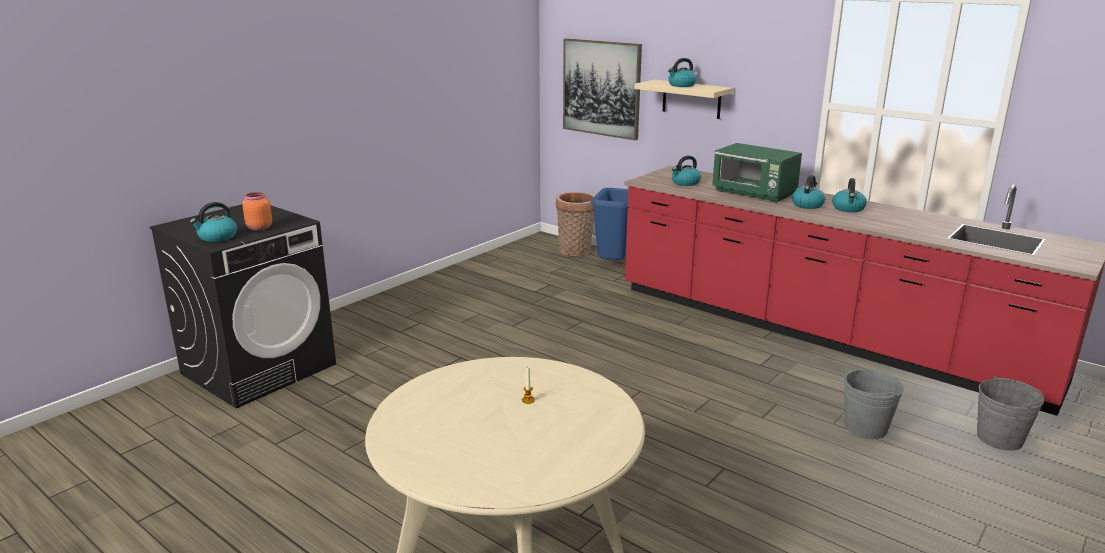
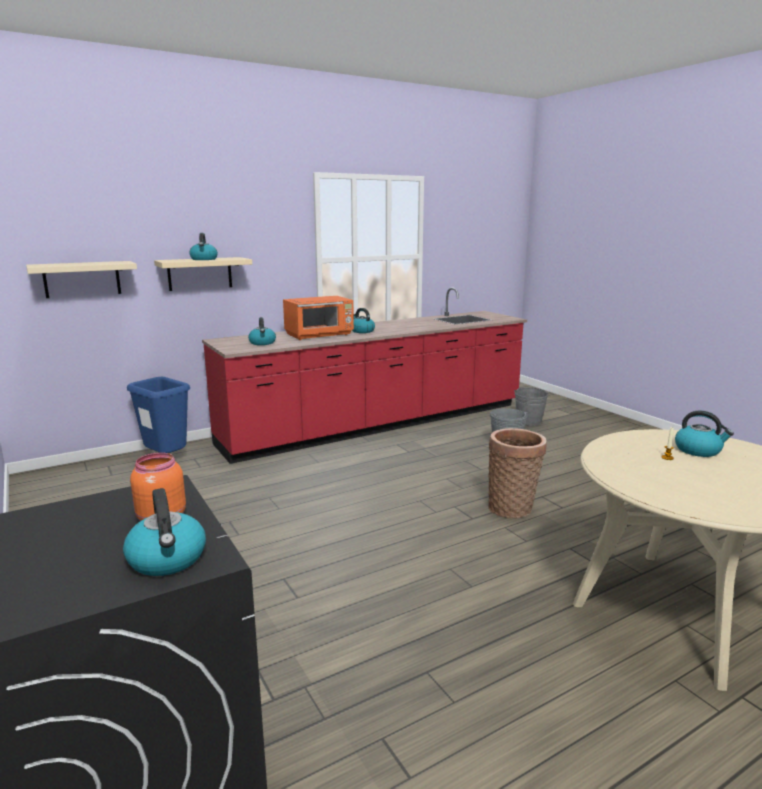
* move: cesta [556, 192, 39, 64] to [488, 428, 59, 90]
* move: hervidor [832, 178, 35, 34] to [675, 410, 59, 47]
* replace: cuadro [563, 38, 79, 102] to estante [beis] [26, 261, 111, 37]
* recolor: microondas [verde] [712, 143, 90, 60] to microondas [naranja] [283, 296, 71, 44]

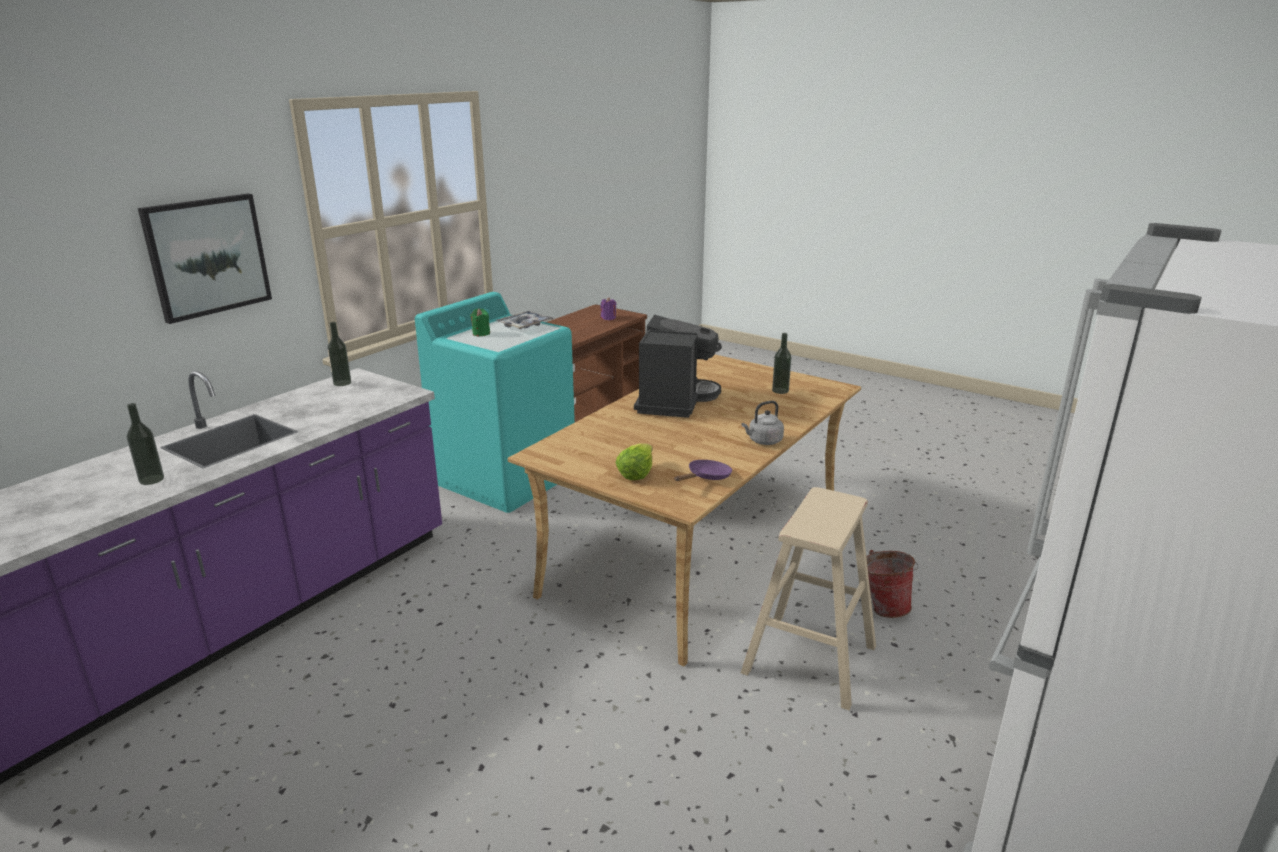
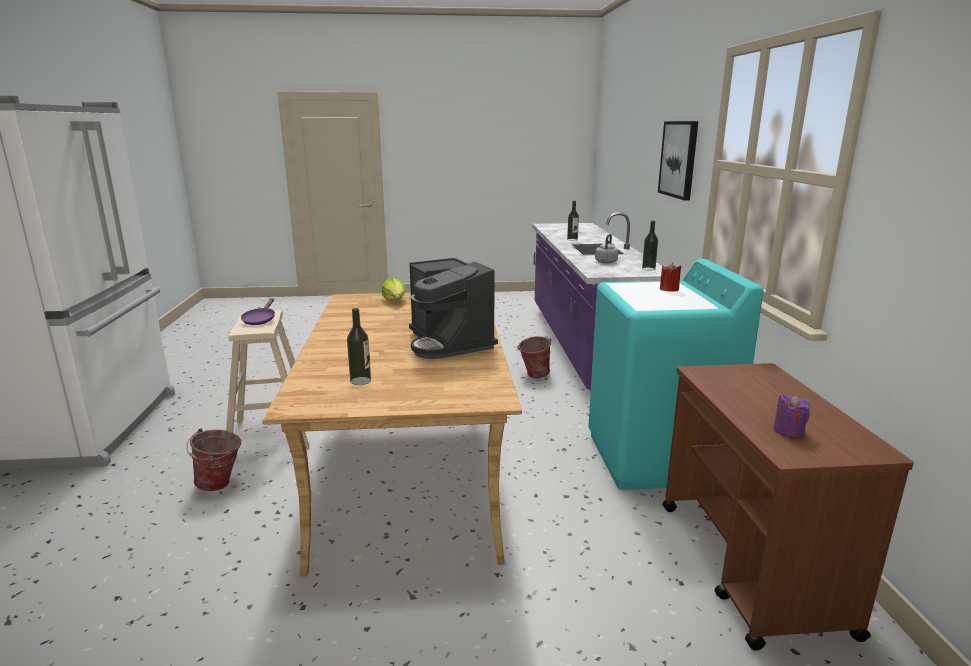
* delete: bandeja [496, 311, 58, 18]
* insert: cubo [517, 336, 34, 42]
* move: sartén [morado] [674, 460, 58, 21] to [241, 298, 34, 27]
* move: hervidor [gris] [742, 401, 42, 44] to [595, 234, 23, 29]
* recolor: vela [verde] [470, 308, 20, 28] to vela [rojo] [660, 262, 21, 30]

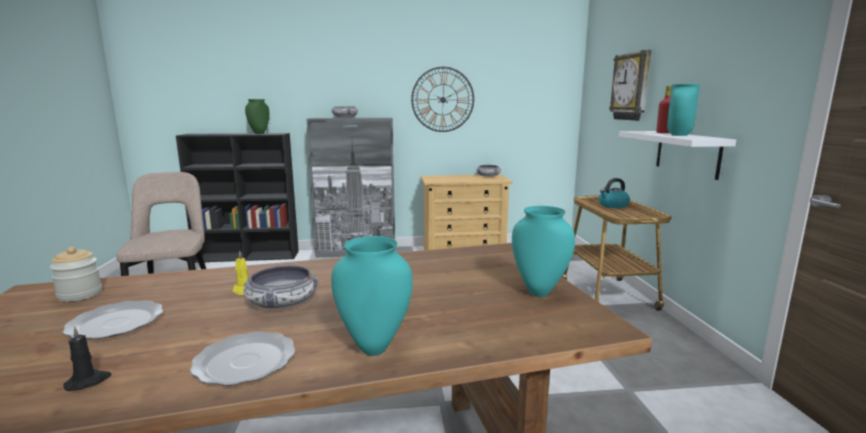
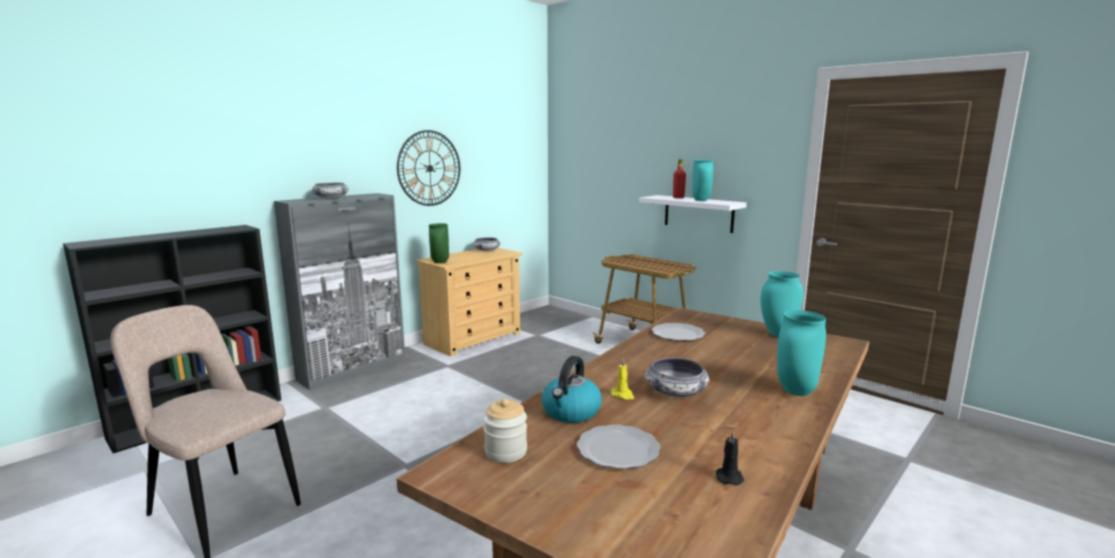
* delete: reloj de pared [609, 50, 43, 71]
* move: plato [190, 331, 106, 55] to [652, 323, 53, 18]
* move: florero [verde] [245, 99, 24, 35] to [429, 223, 20, 40]
* move: hervidor [599, 178, 31, 30] to [541, 356, 61, 67]

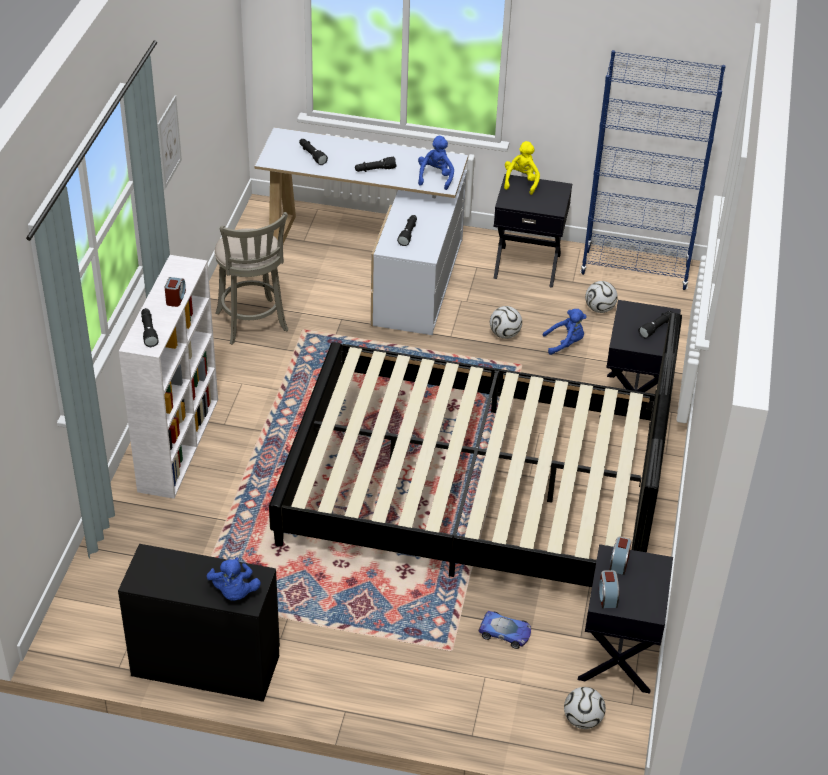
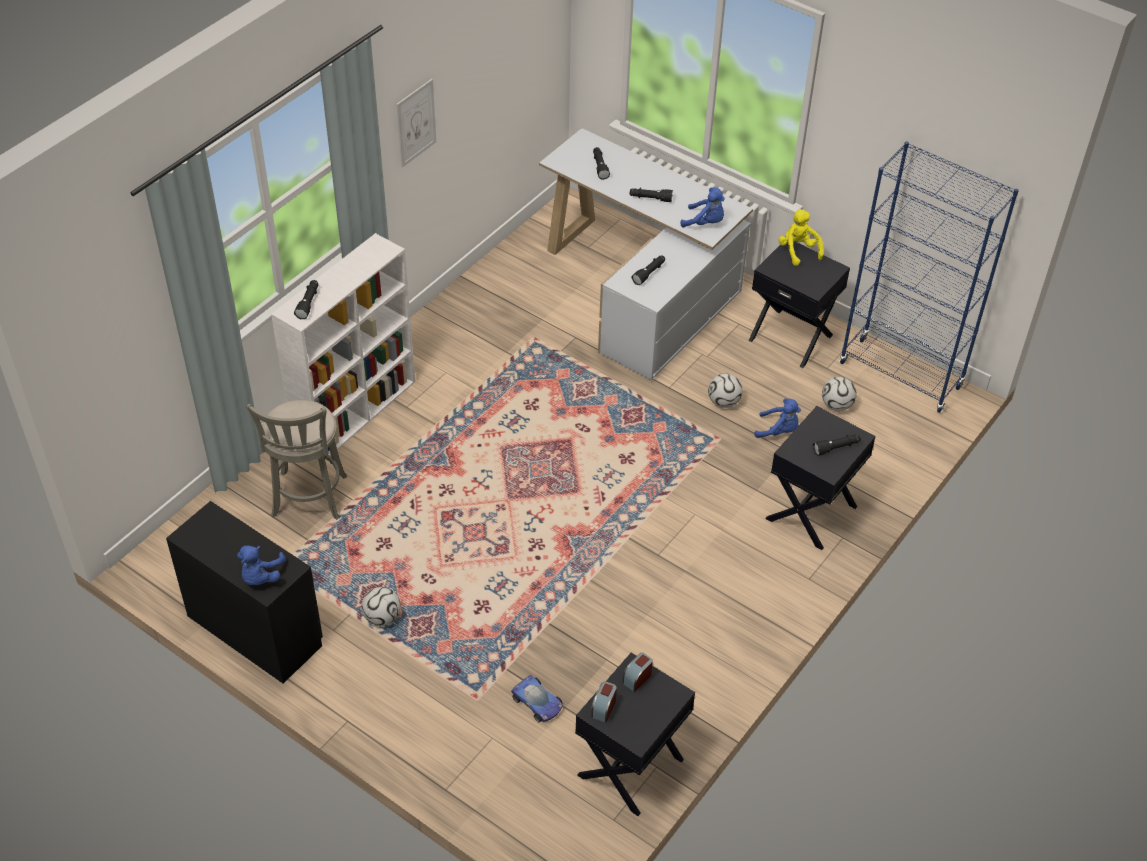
* delete: despertador [165, 277, 21, 30]
* delete: cama [negro] [269, 313, 413, 274]
* move: taburete [gris] [214, 212, 74, 132] to [246, 400, 102, 120]
* move: balón de fútbol [564, 687, 42, 42] to [362, 587, 39, 39]
* rotate: peluche [azul] [418, 136, 36, 54] = [680, 188, 45, 39] 75 degrees clockwise
* rotate: peluche [amarillo] [504, 141, 36, 54] = [778, 209, 45, 57] 60 degrees counterclockwise

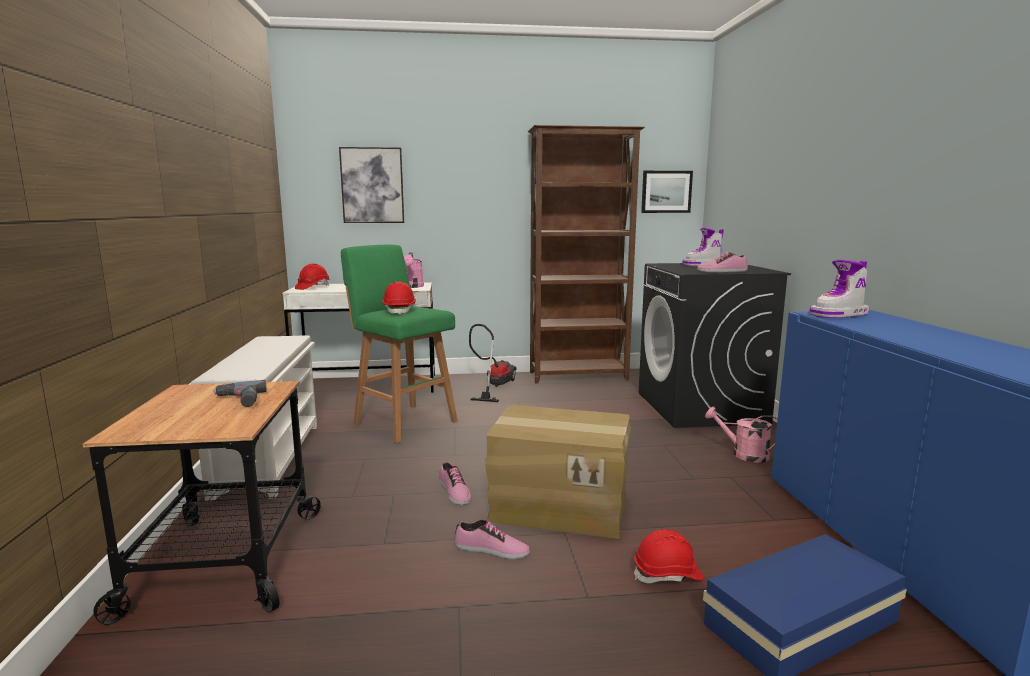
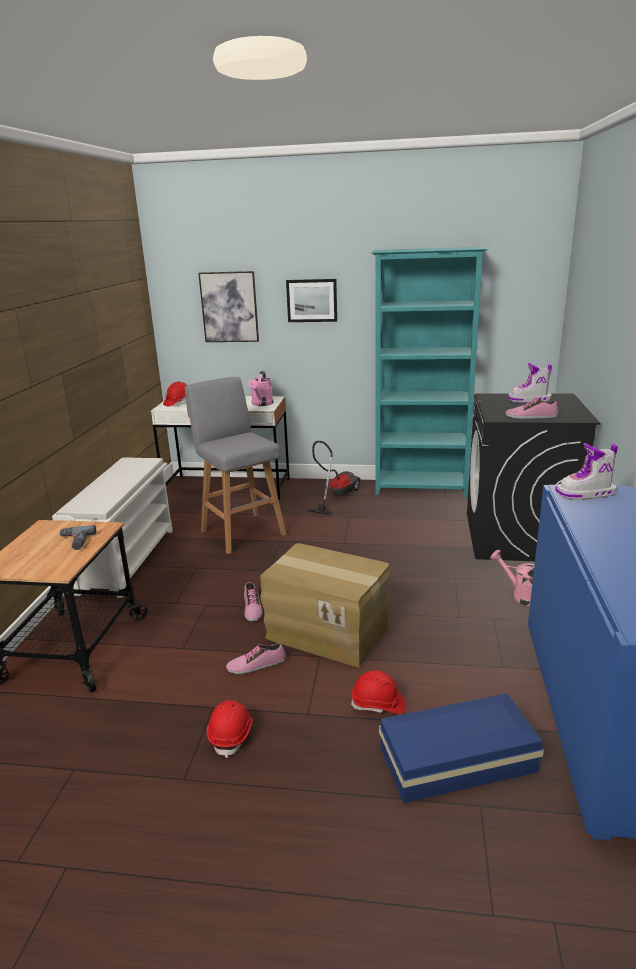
* move: casco [rojo] [382, 282, 34, 33] to [207, 700, 46, 58]
* move: cuadro [641, 171, 52, 42] to [286, 279, 51, 43]
* recolor: taburete [verde] [341, 245, 117, 198] to taburete [gris] [185, 377, 101, 177]
* recolor: estantería [marrón] [528, 125, 117, 258] to estantería [turquesa] [372, 247, 115, 250]
* rotate: zapato [454, 520, 76, 39] = [226, 643, 60, 31] 135 degrees clockwise

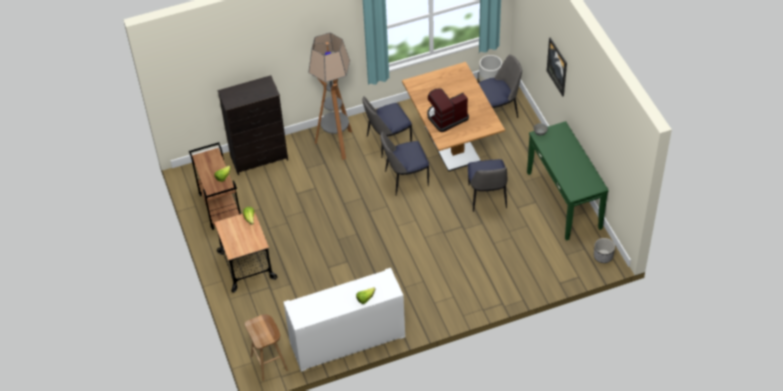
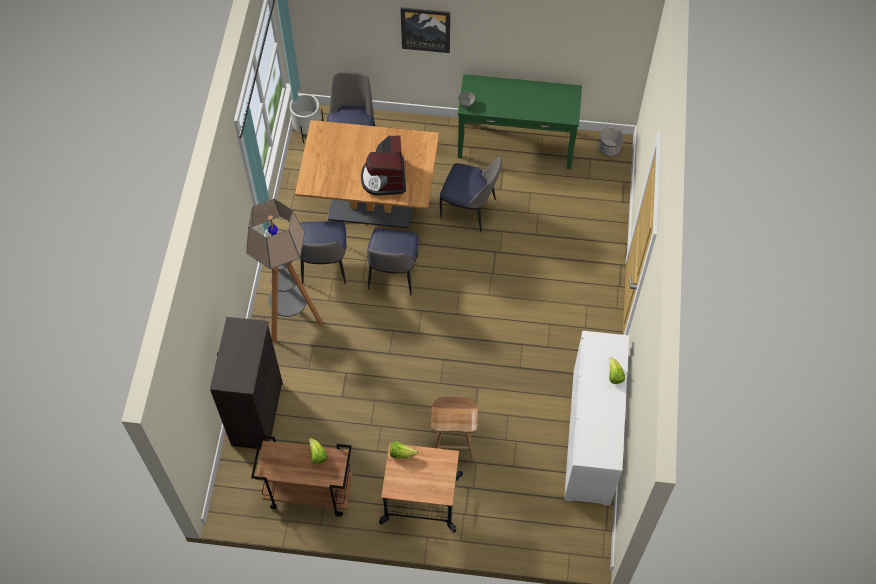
* move: taburete [marrón] [245, 314, 43, 67] to [431, 397, 47, 64]

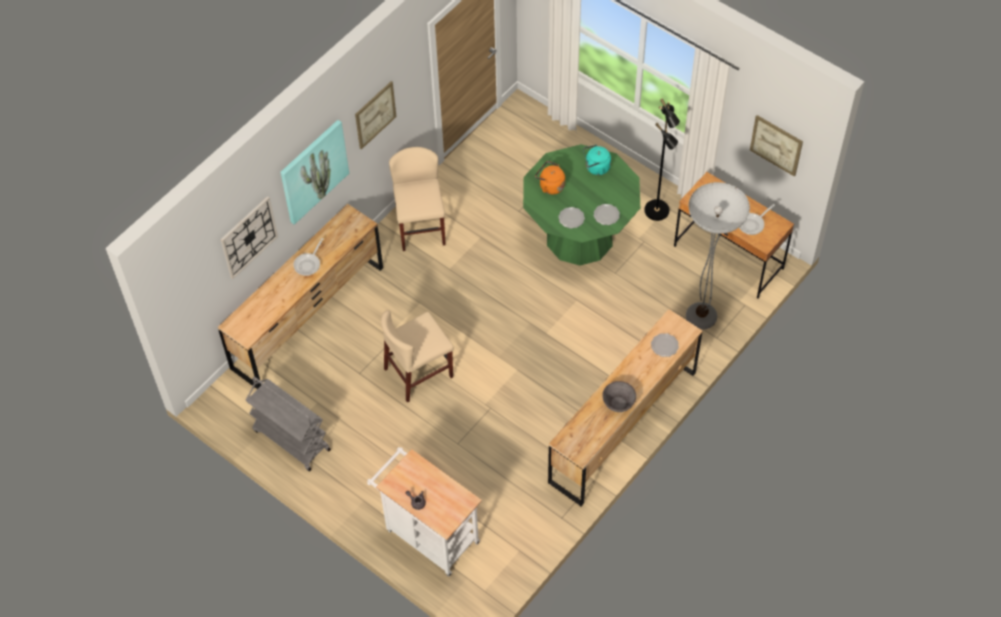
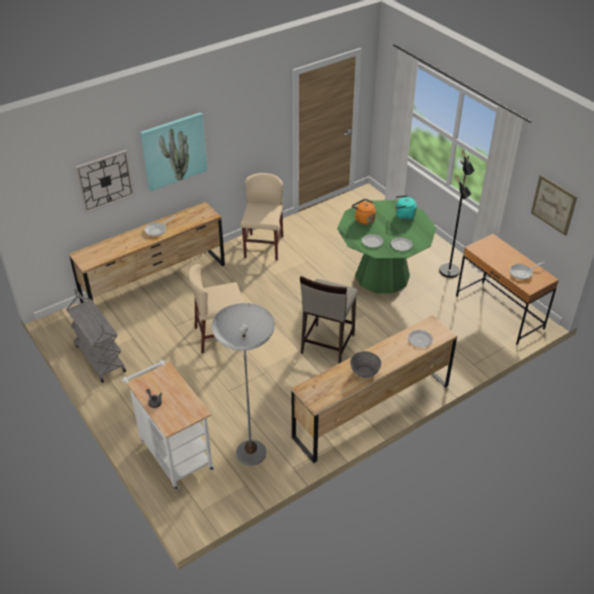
* delete: cuadro [355, 81, 41, 69]
* insert: taburete [beis] [300, 276, 58, 88]
* move: lámpara de pie [686, 182, 64, 148] to [211, 303, 64, 163]

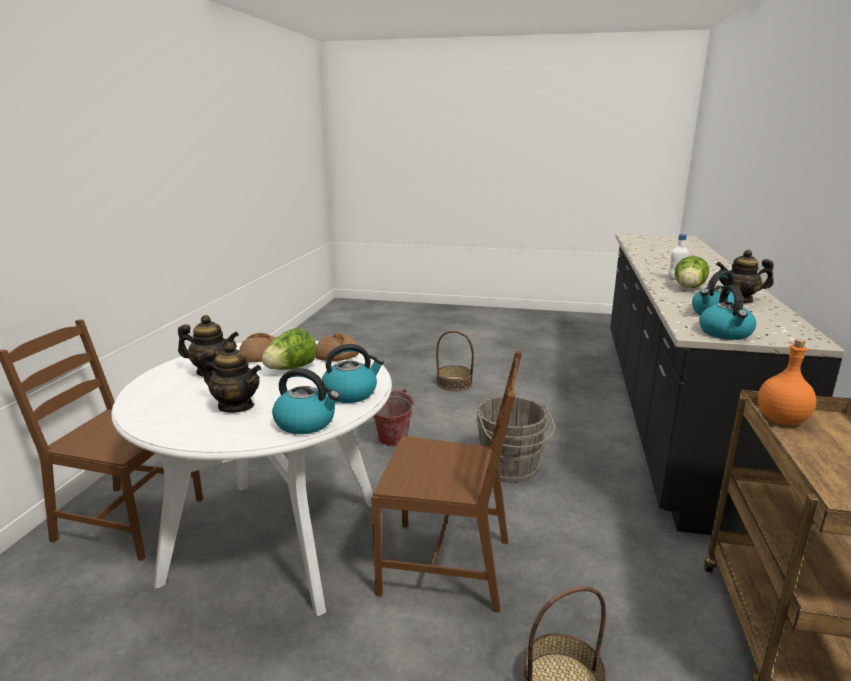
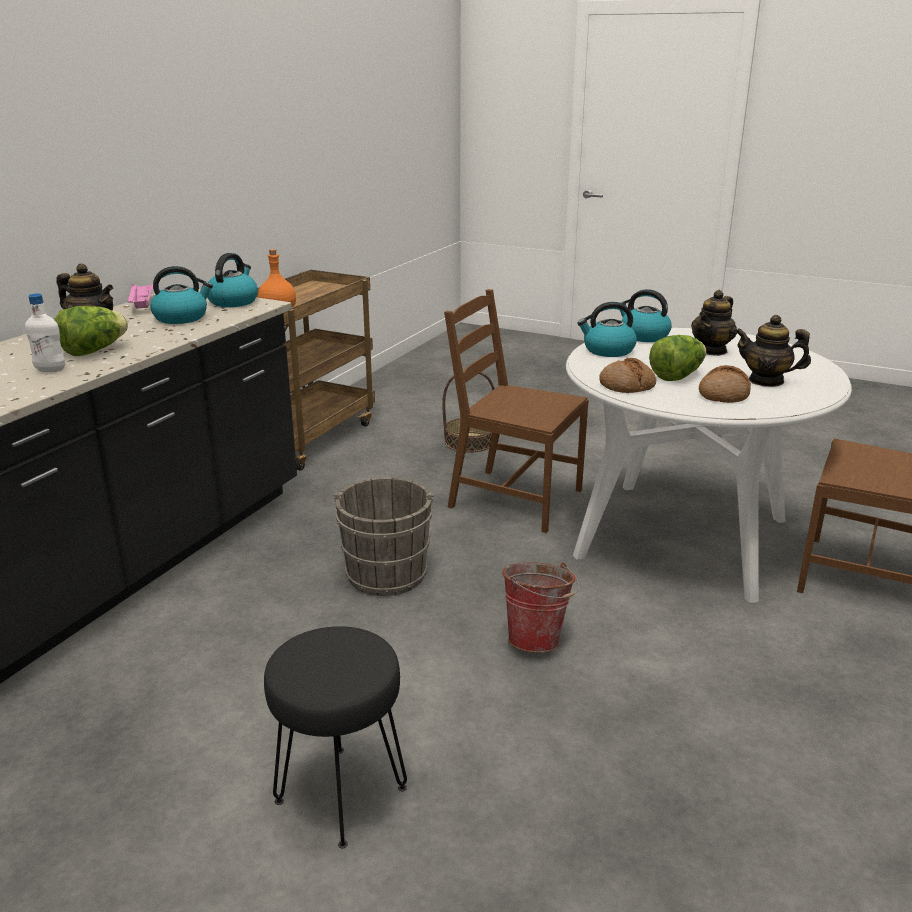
* insert: bandeja [rosa] [127, 284, 26, 25]
* replace: cesta [436, 331, 38, 60] to taburete [negro] [264, 626, 143, 222]
* rotate: tetera [202, 342, 59, 71] = [691, 290, 46, 66] 90 degrees counterclockwise

